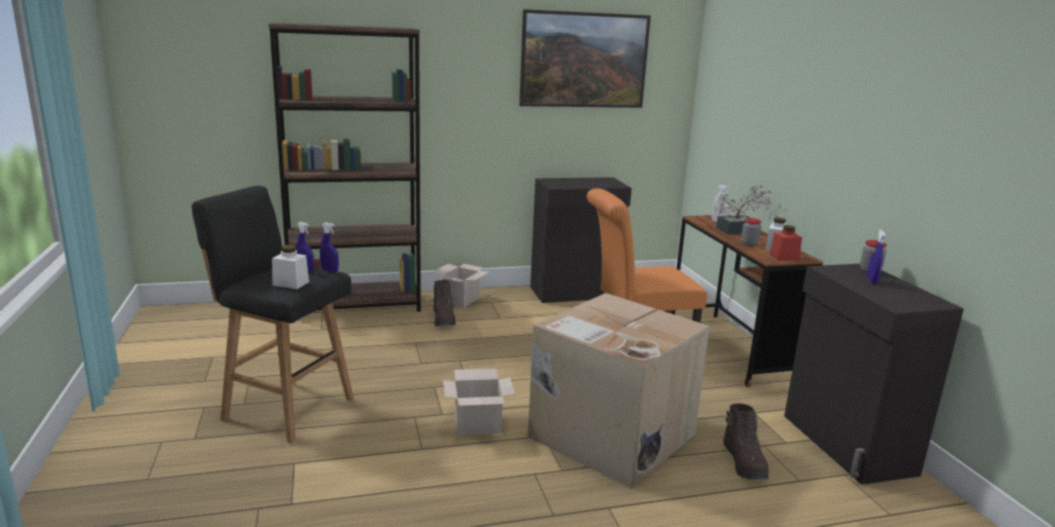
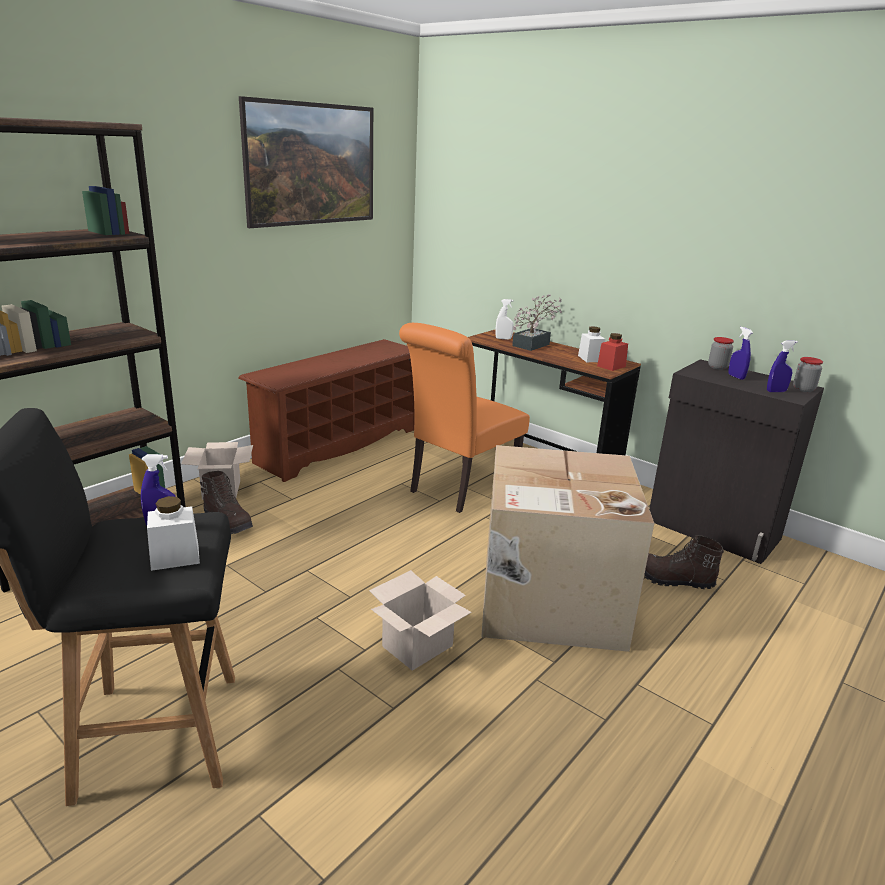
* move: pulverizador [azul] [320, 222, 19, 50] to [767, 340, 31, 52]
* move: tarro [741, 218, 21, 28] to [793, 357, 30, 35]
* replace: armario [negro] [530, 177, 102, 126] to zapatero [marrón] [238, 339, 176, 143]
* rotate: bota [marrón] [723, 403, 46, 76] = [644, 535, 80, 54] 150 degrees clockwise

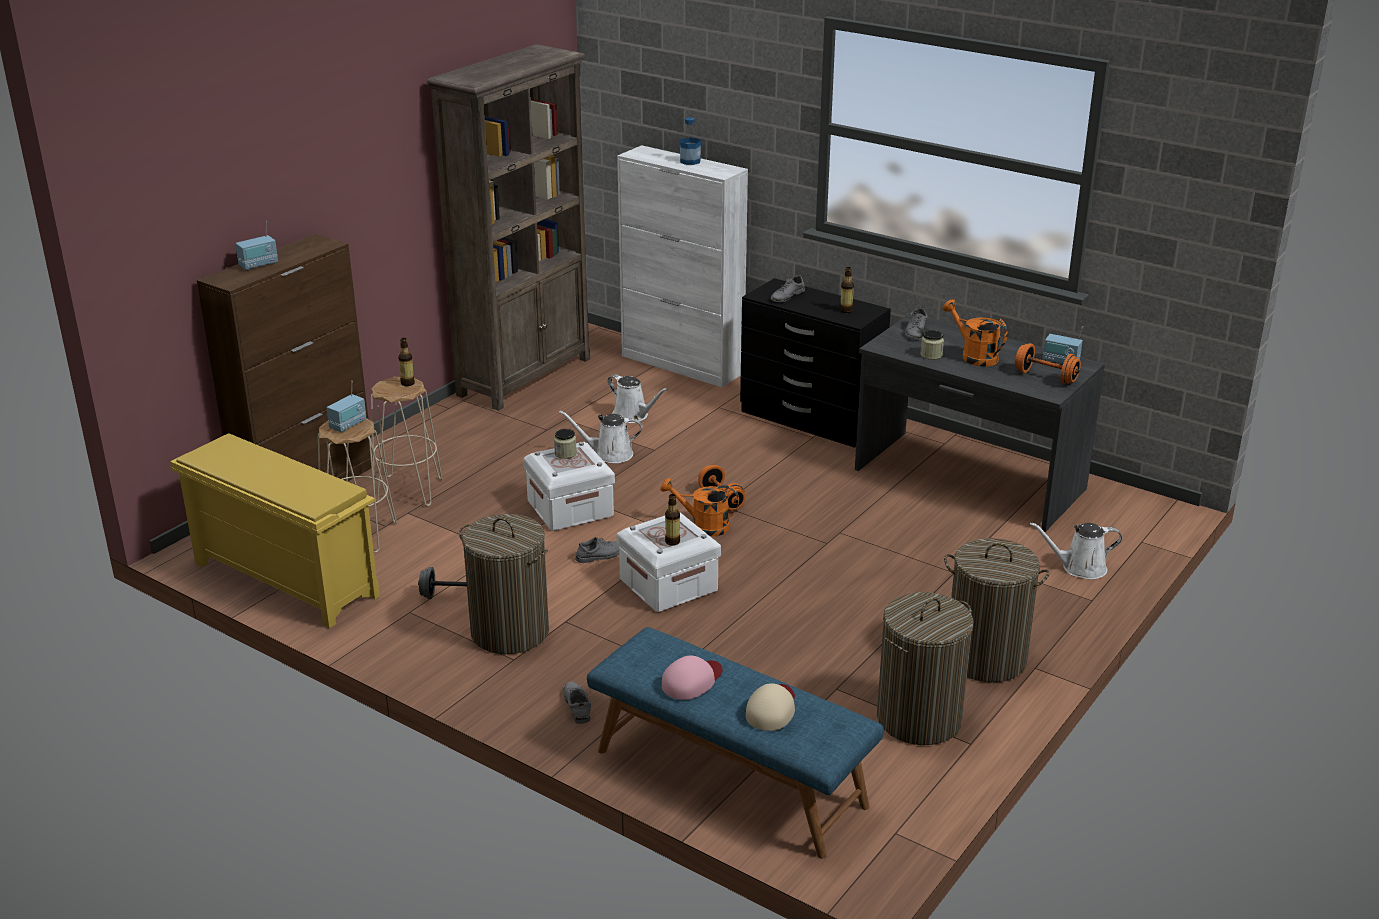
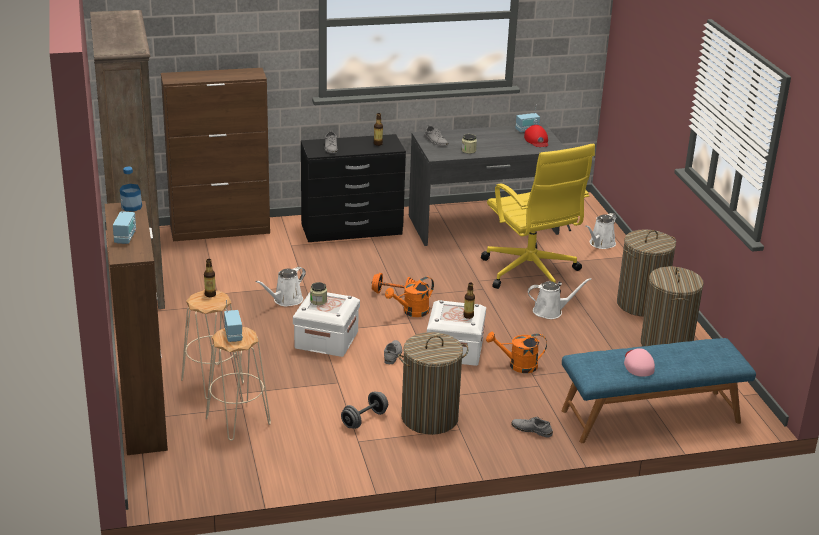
* delete: zapatero [amarillo] [170, 433, 210, 195]
* delete: gorra [beis] [746, 683, 49, 48]
* insert: silla de oficina [amarillo] [481, 144, 114, 149]
* move: regadera [blanco] [608, 374, 60, 49] to [528, 278, 63, 41]
* move: botella [680, 117, 21, 48] to [120, 167, 22, 44]
* move: regadera [naranja] [942, 299, 66, 68] to [486, 331, 61, 42]
* replace: mancuerna [naranja] [1015, 343, 66, 41] to gorra [rojo] [524, 125, 24, 22]
* recolor: armario [blanco] [617, 145, 131, 242] to armario [marrón] [161, 68, 109, 173]

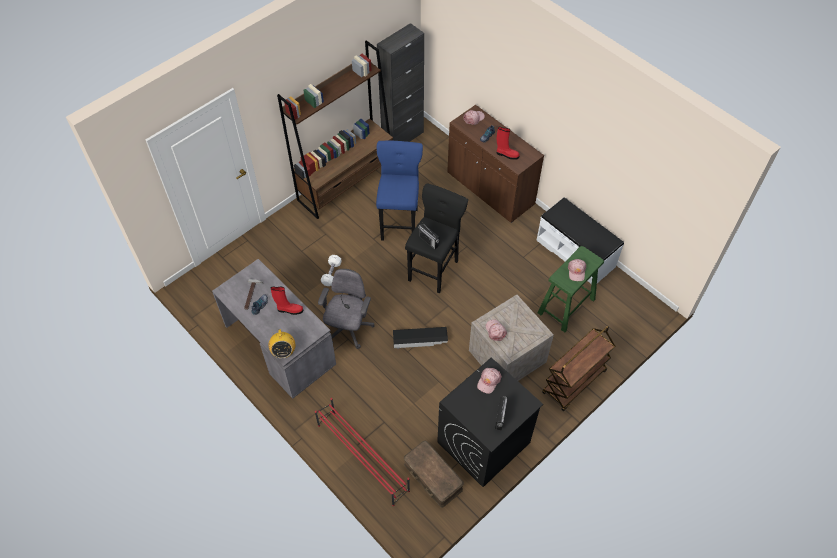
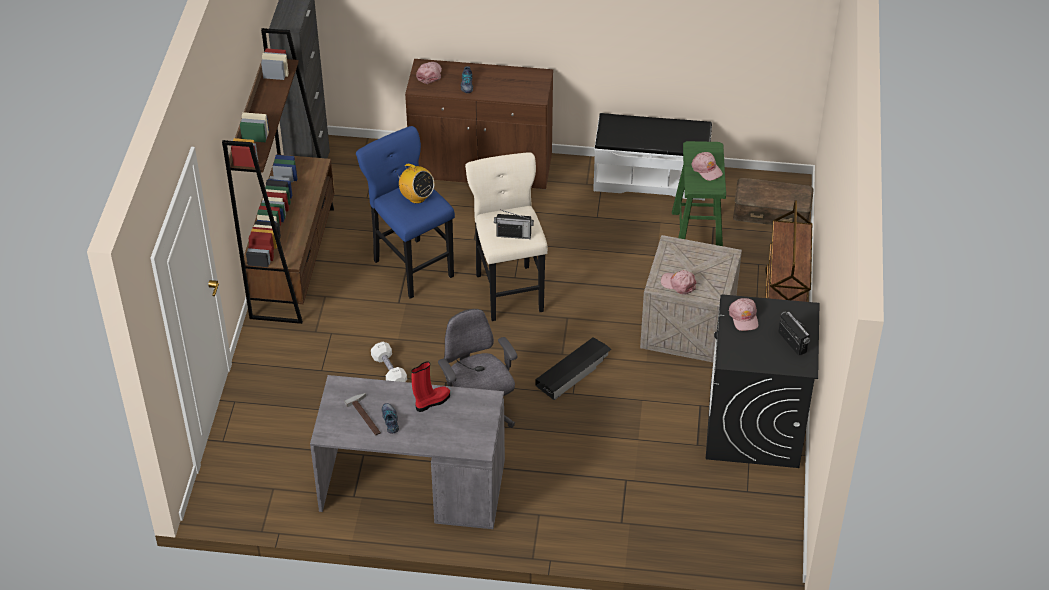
* delete: zapatero [rojo] [315, 398, 95, 108]
* delete: bota [rojo] [497, 127, 23, 33]
* move: radio [269, 329, 26, 29] to [397, 164, 37, 40]
* move: caja de almacenaje [marrón] [404, 441, 60, 67] to [733, 178, 81, 47]
* recolor: taburete [negro] [405, 184, 63, 110] to taburete [beis] [465, 153, 83, 168]

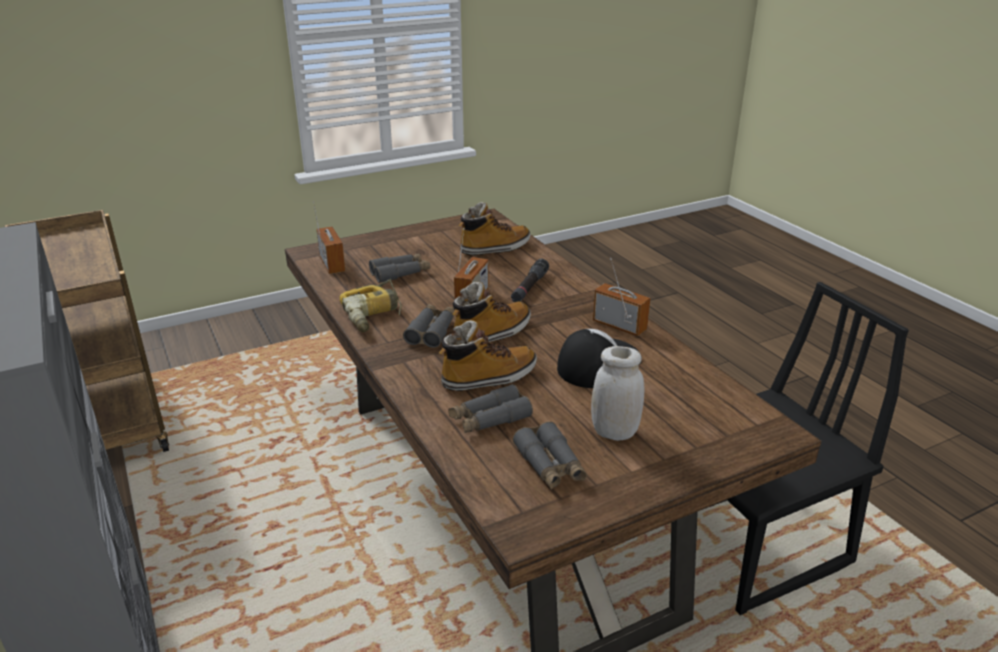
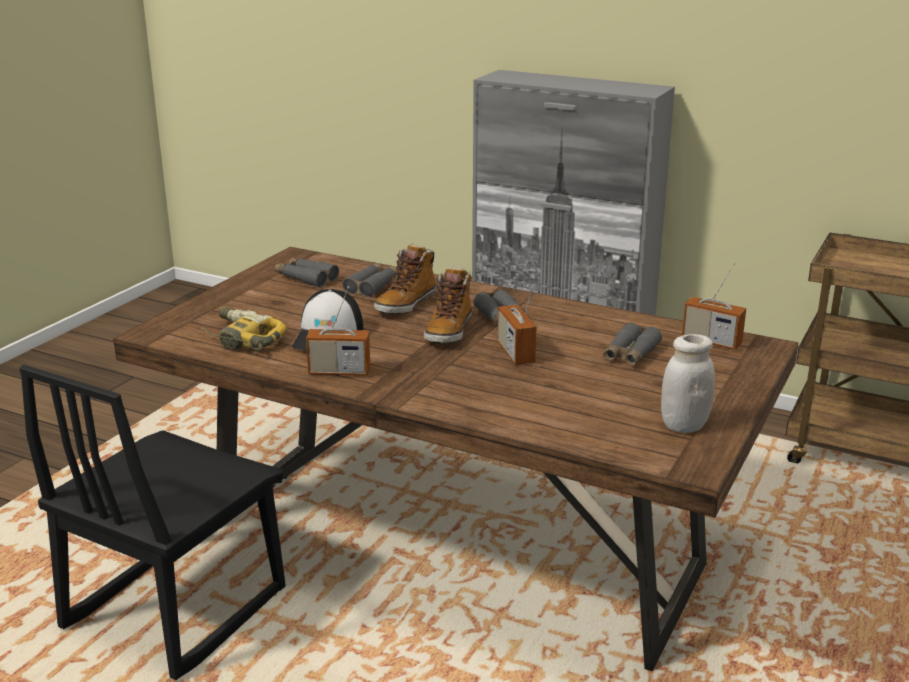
* delete: bota [458, 202, 73, 53]
* delete: linterna [negro] [511, 259, 38, 43]
* move: taladro [340, 279, 62, 53] to [201, 307, 86, 44]
* move: tarro [blanco] [591, 346, 53, 95] to [661, 334, 54, 99]

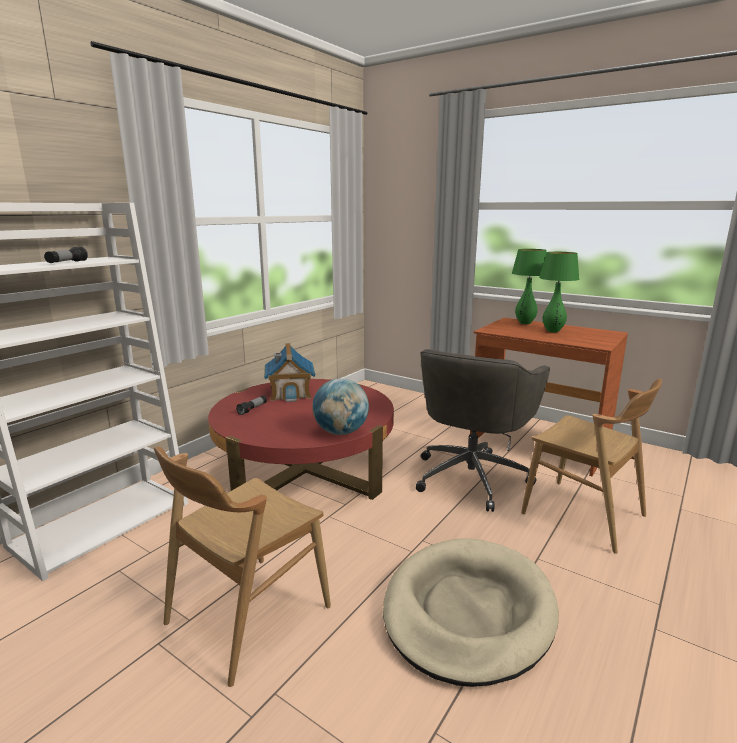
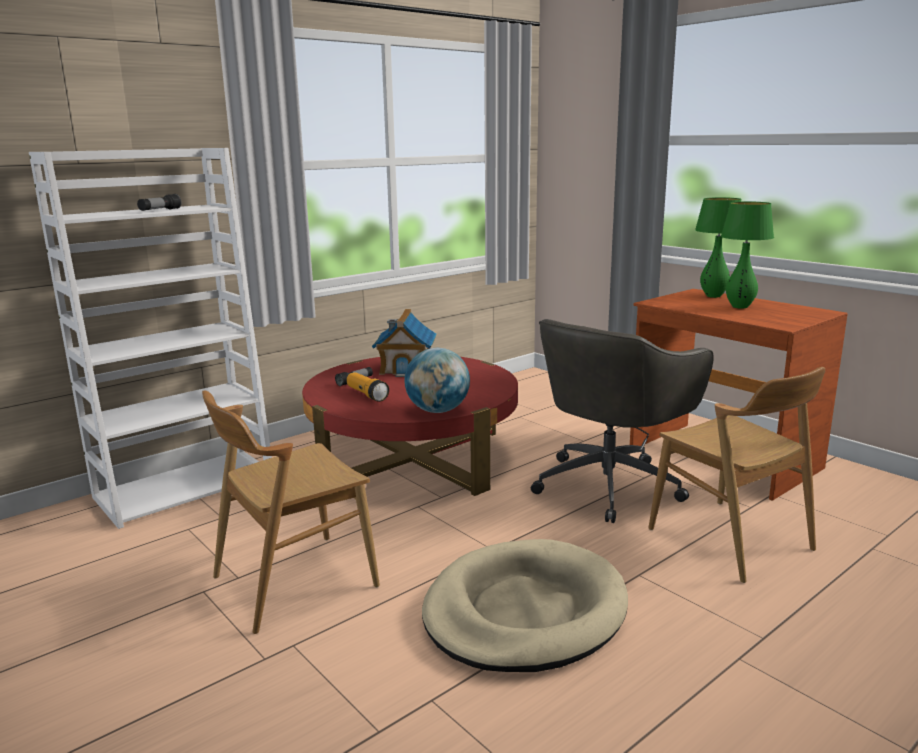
* insert: linterna [347, 372, 42, 30]

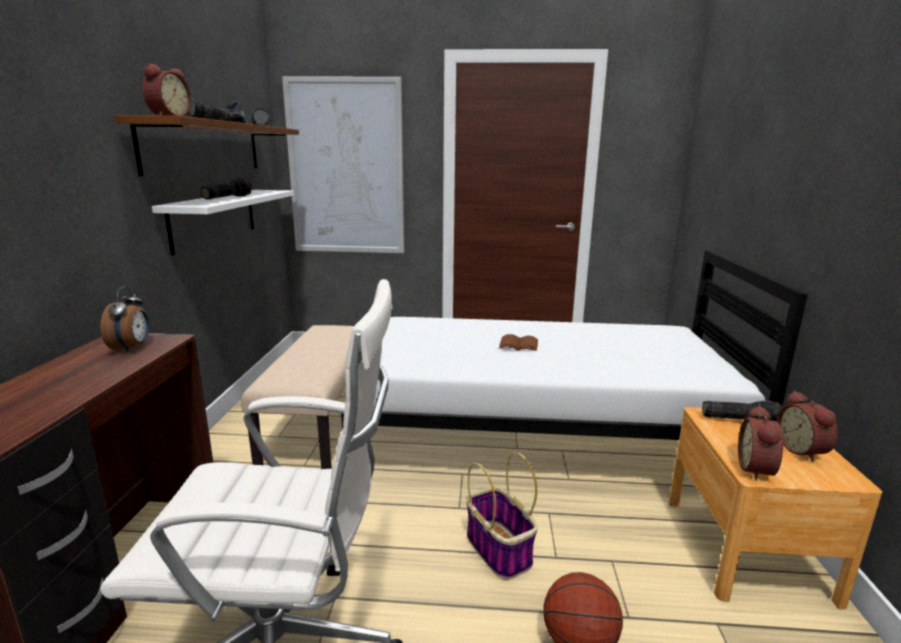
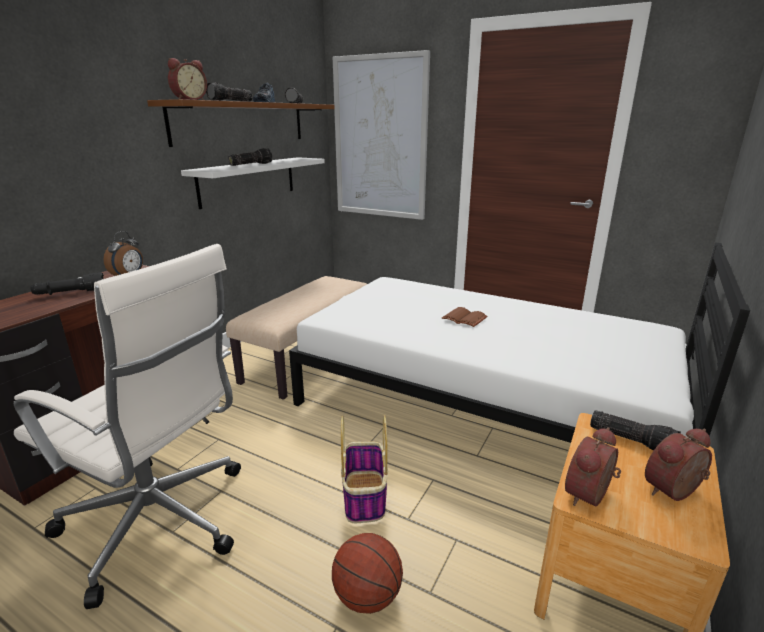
* insert: linterna [negro] [30, 272, 74, 23]
* rotate: despertador [777, 391, 61, 71] = [645, 428, 67, 73] 45 degrees clockwise

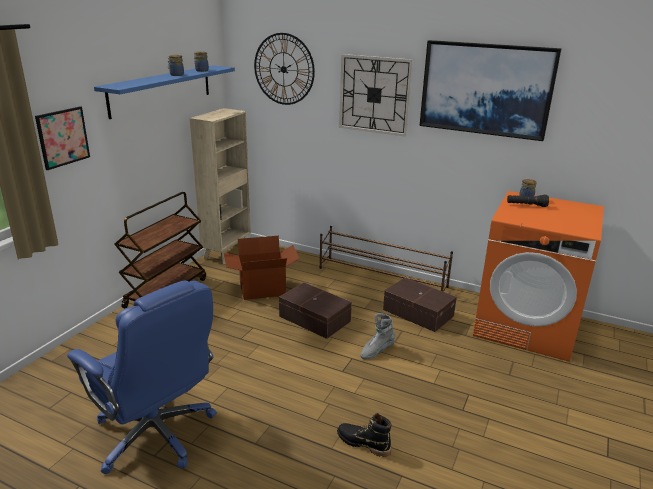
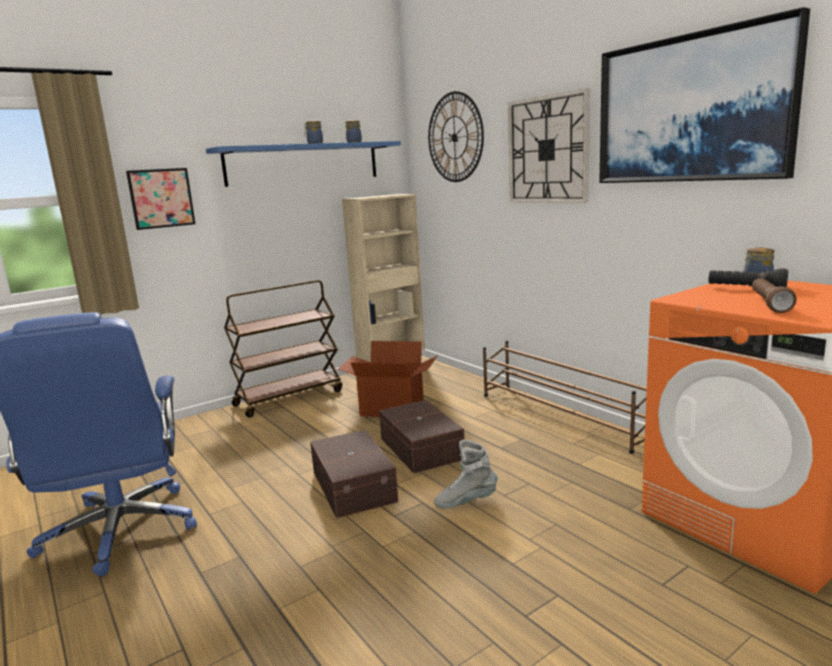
* delete: bota [negro] [337, 413, 55, 44]
* insert: linterna [marrón] [752, 278, 45, 35]
* move: caja de almacenaje [marrón] [383, 277, 74, 55] to [310, 430, 88, 88]

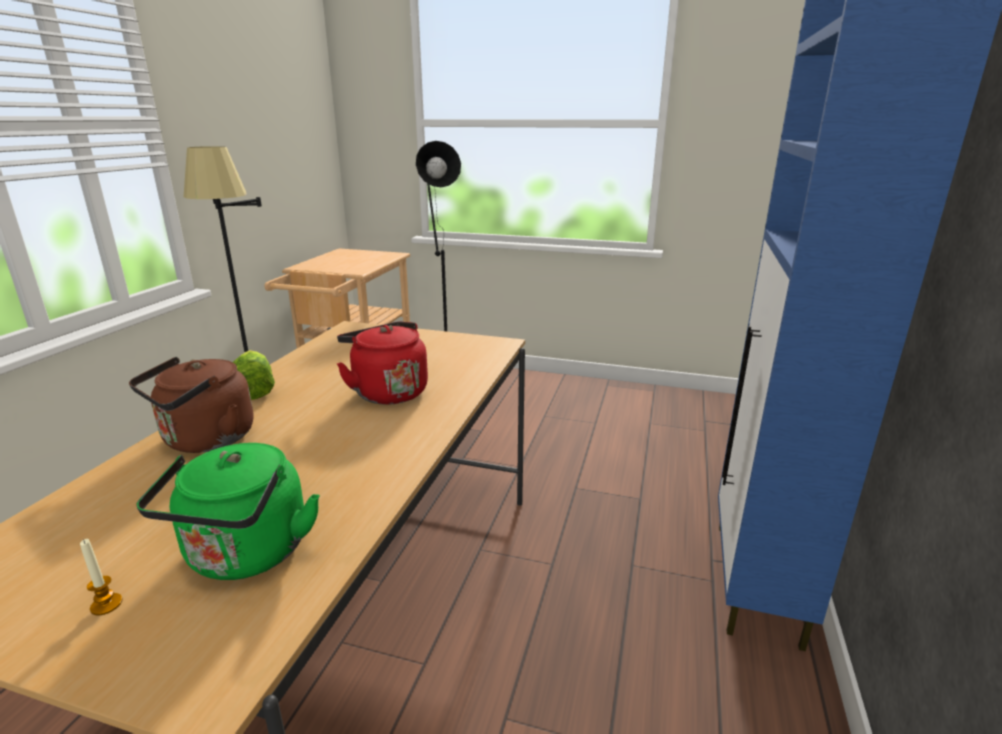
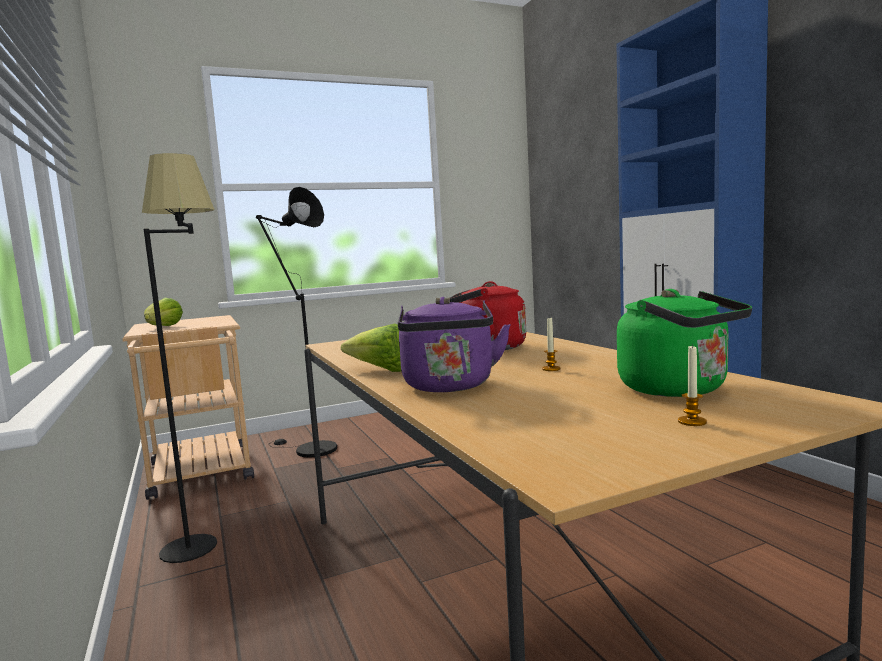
* insert: lechuga [144, 298, 39, 28]
* insert: vela [542, 316, 19, 55]
* recolor: hervidor [marrón] [129, 357, 124, 96] to hervidor [morado] [398, 297, 113, 95]

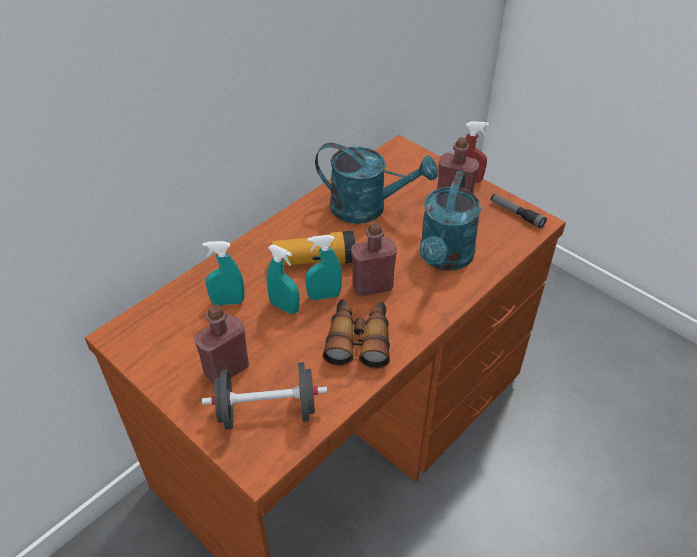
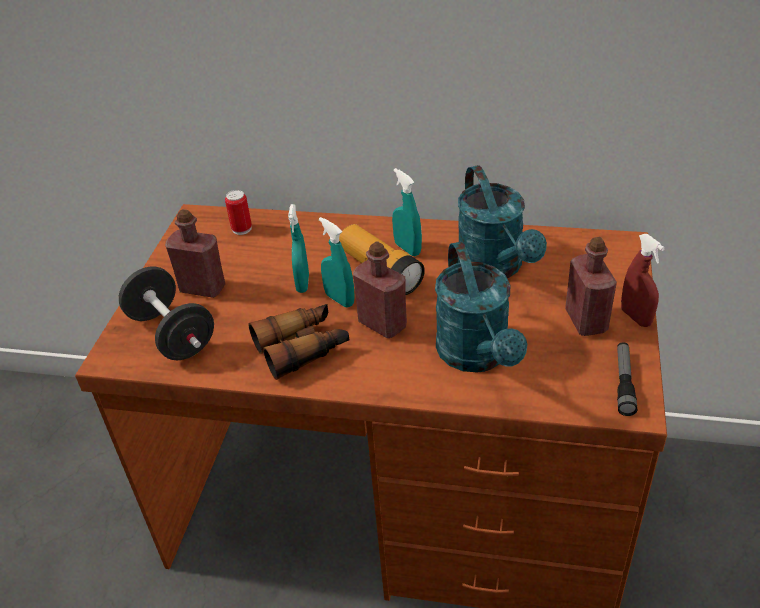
* insert: lata [225, 190, 27, 45]
* move: pulverizador [turquesa] [203, 241, 41, 64] to [392, 168, 30, 88]
* rotate: regadera [turquesa] [420, 171, 61, 100] = [435, 242, 92, 131] 90 degrees counterclockwise

